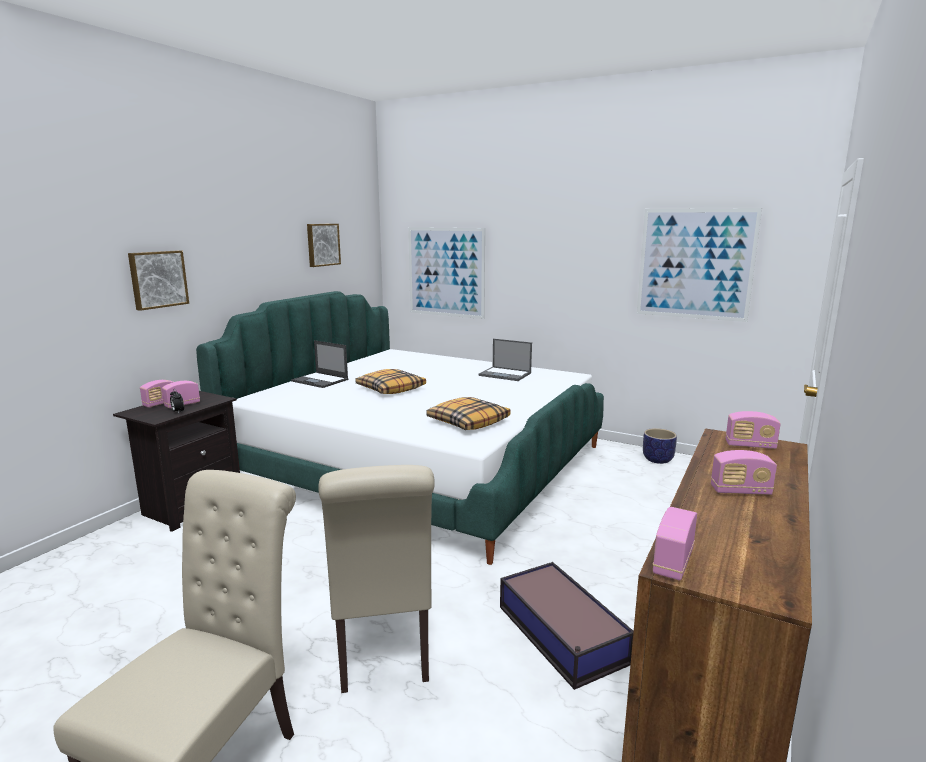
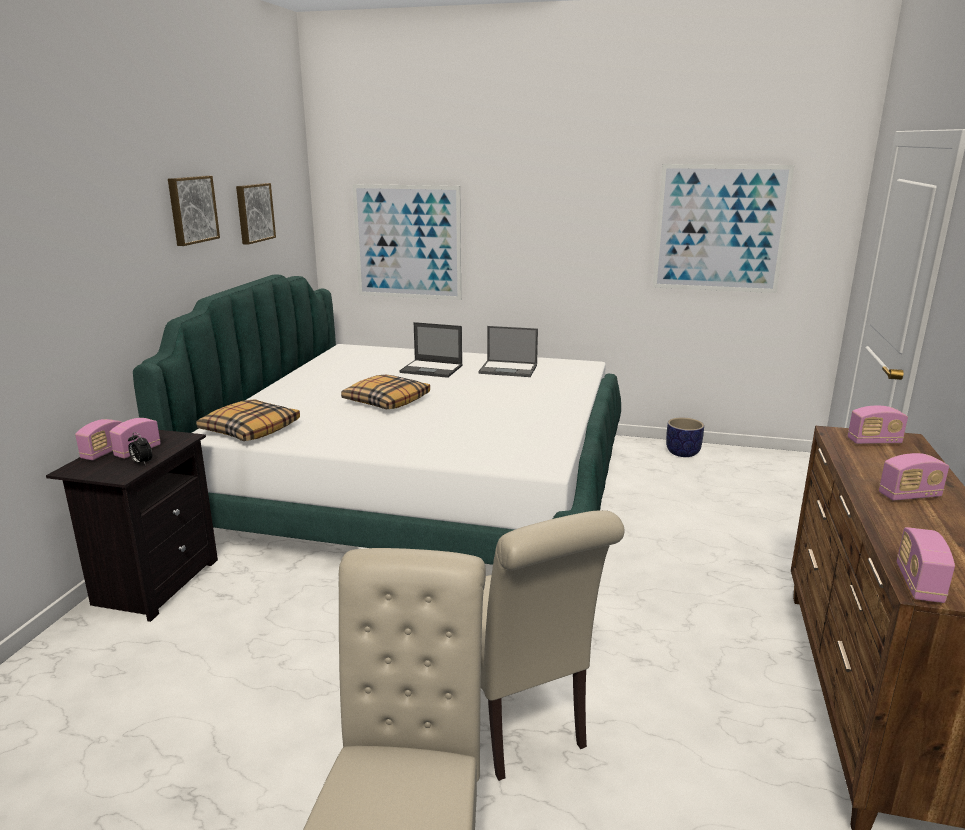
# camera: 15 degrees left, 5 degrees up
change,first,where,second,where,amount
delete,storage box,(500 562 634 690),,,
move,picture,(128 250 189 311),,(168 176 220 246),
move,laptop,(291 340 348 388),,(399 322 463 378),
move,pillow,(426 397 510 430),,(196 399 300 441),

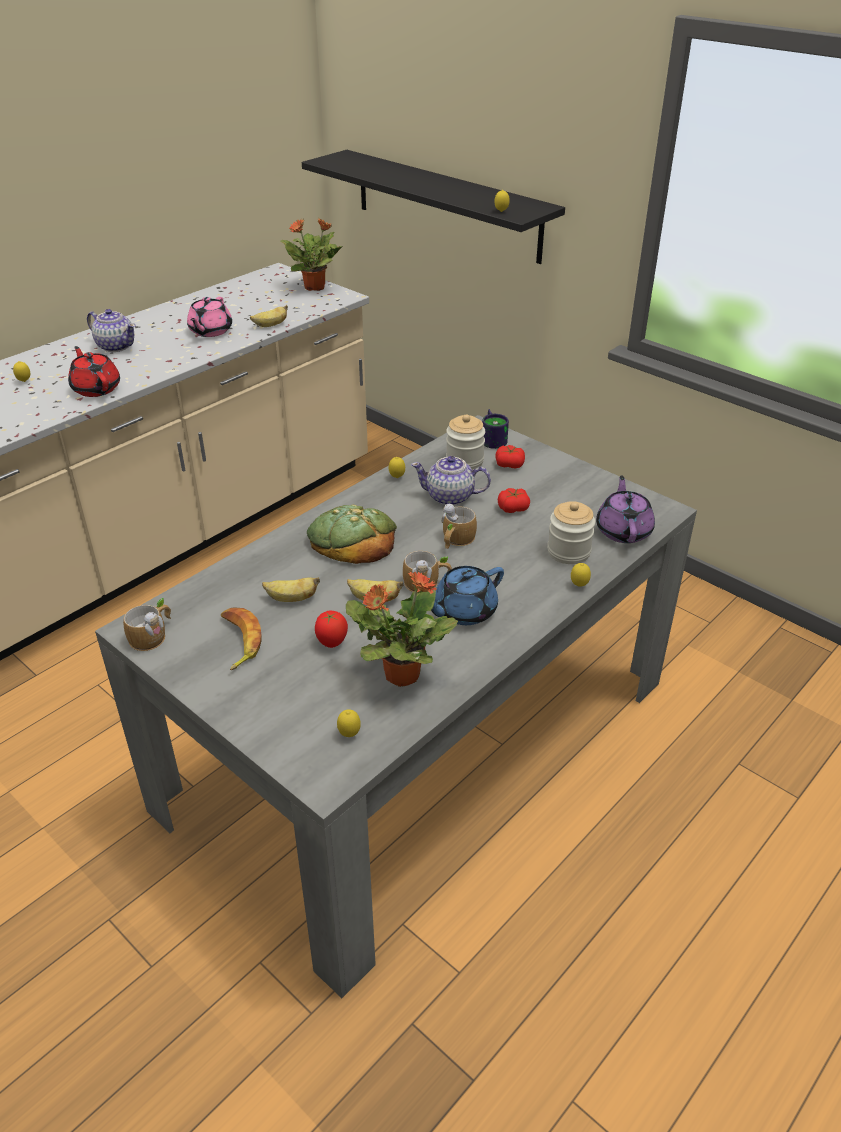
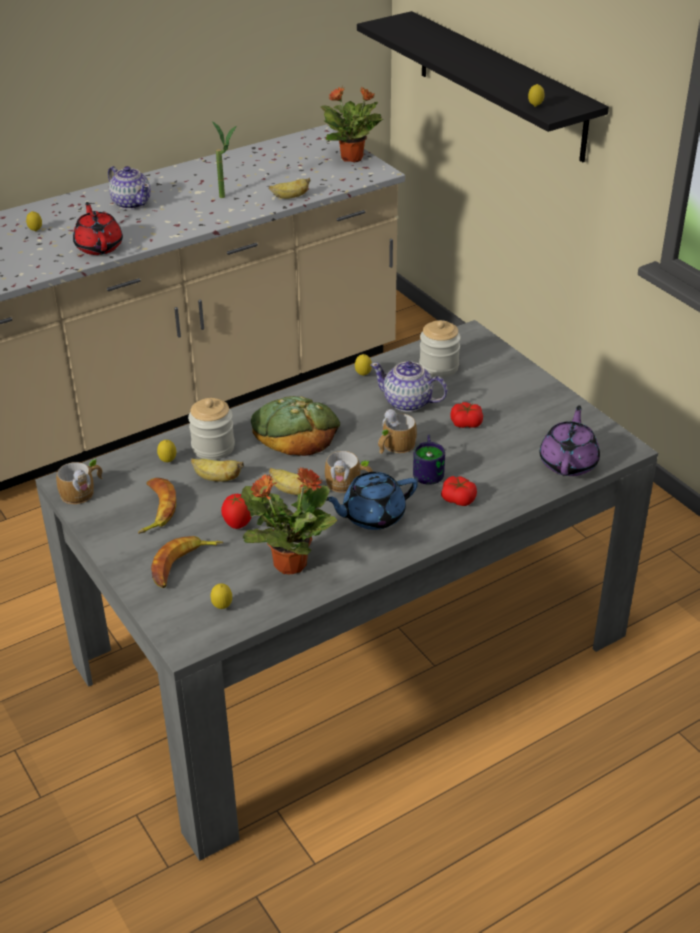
# camera: 15 degrees right, 0 degrees up
change,first,where,second,where,amount
insert,,,banana,(151 536 223 588),
move,mug,(482 409 509 449),,(413 435 445 485),
move,tomato,(495 445 525 468),,(441 476 477 506),
move,jar,(547 501 595 564),,(188 398 235 460),
move,lemon,(571 563 591 586),,(157 440 176 462),
replace,teapot/pink,(187 297 232 337),potted plant,(212 121 236 198),

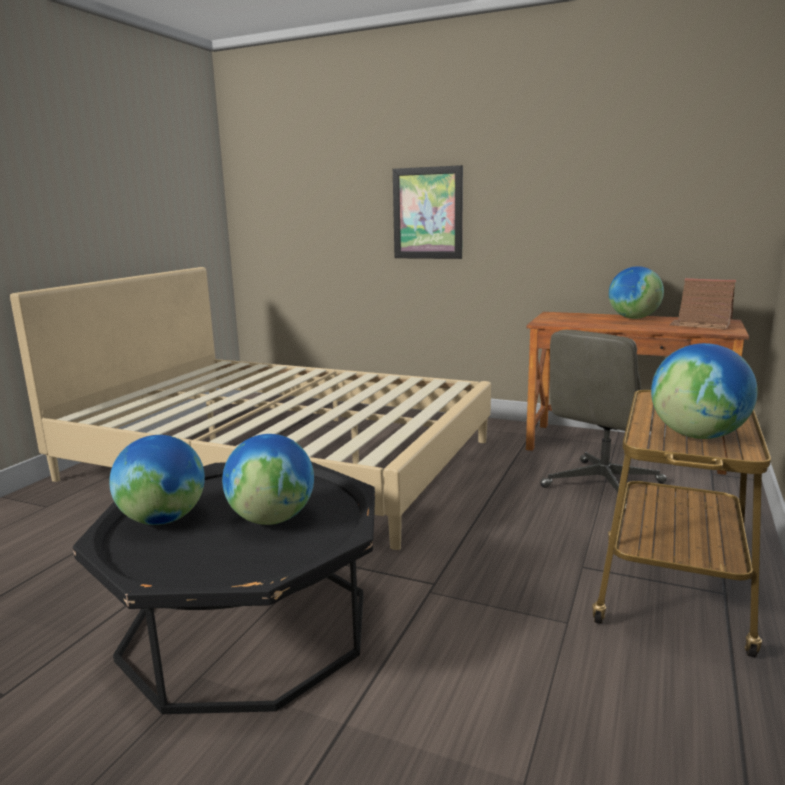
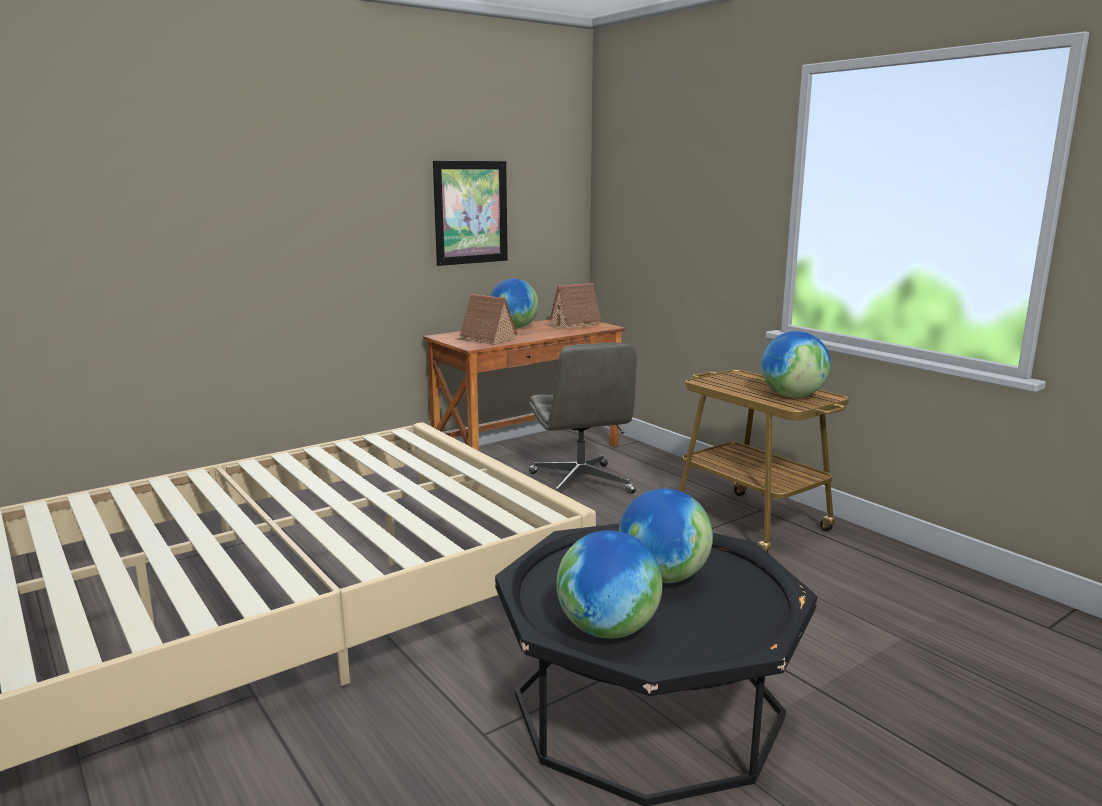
# camera: 60 degrees left, 0 degrees up
change,first,where,second,where,amount
insert,,,toy house,(455 294 517 345),
move,picture,(393 165 463 259),,(433 161 508 266),

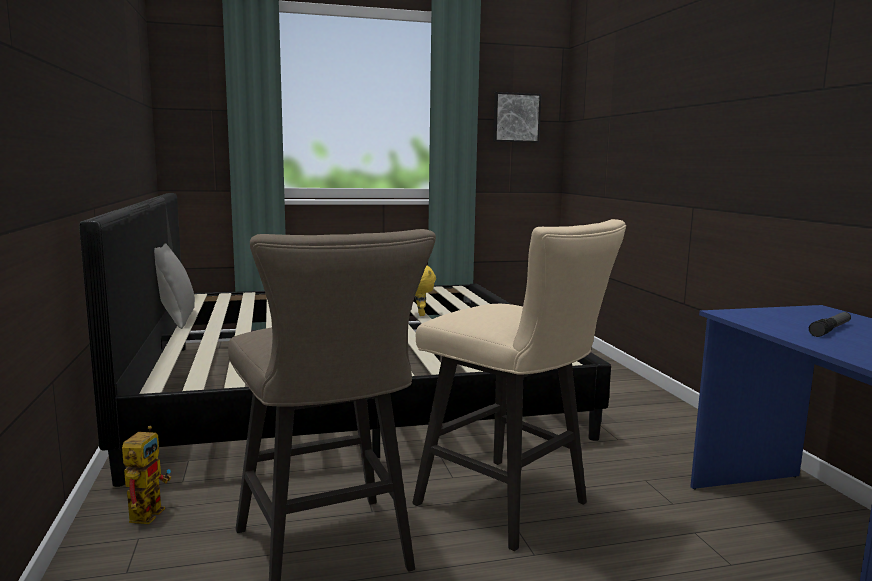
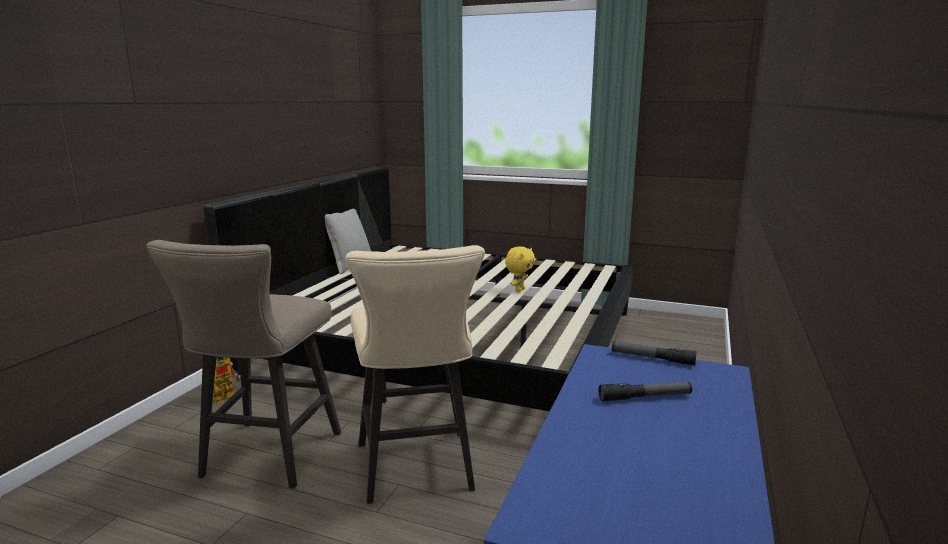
# camera: 35 degrees right, 5 degrees up
change,first,where,second,where,amount
delete,picture,(493 92 542 143),,,
insert,,,flashlight,(612 341 697 366),

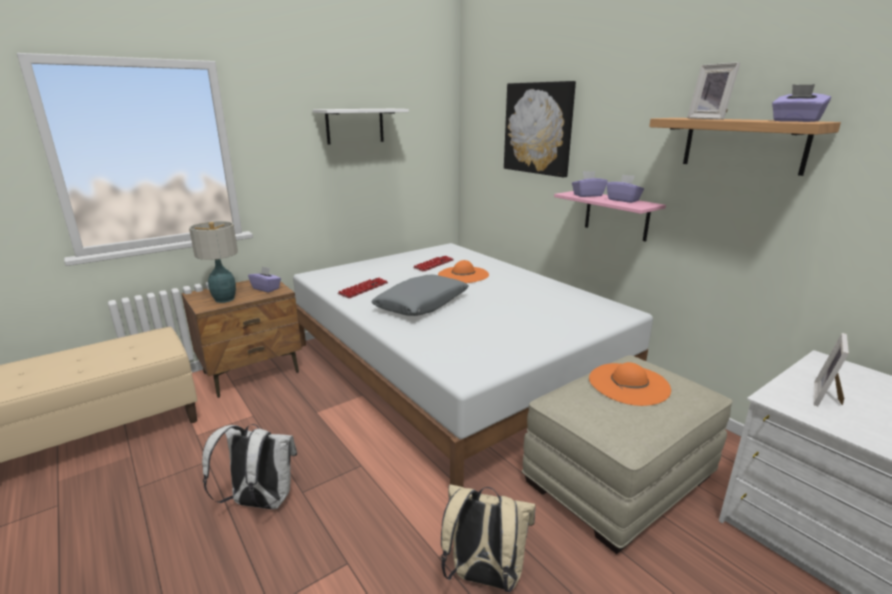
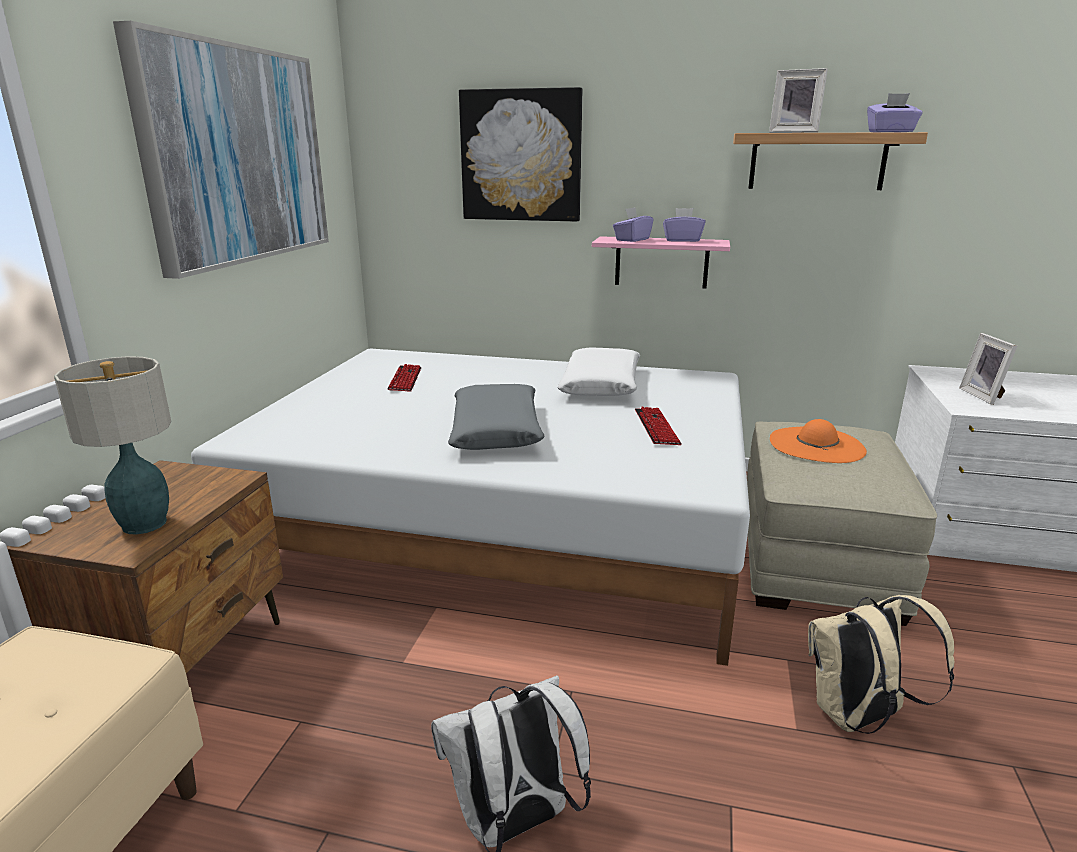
# camera: 40 degrees left, 0 degrees up
change,first,where,second,where,amount
delete,tissue box/purple,(248 266 281 293),,,
delete,hat/orange,(438 260 489 283),,,
insert,,,pillow/white,(557 347 640 396),
move,keyboard,(338 278 388 299),,(635 407 682 445),
replace,shelf/white,(313 109 409 145),picture,(113 21 329 279),

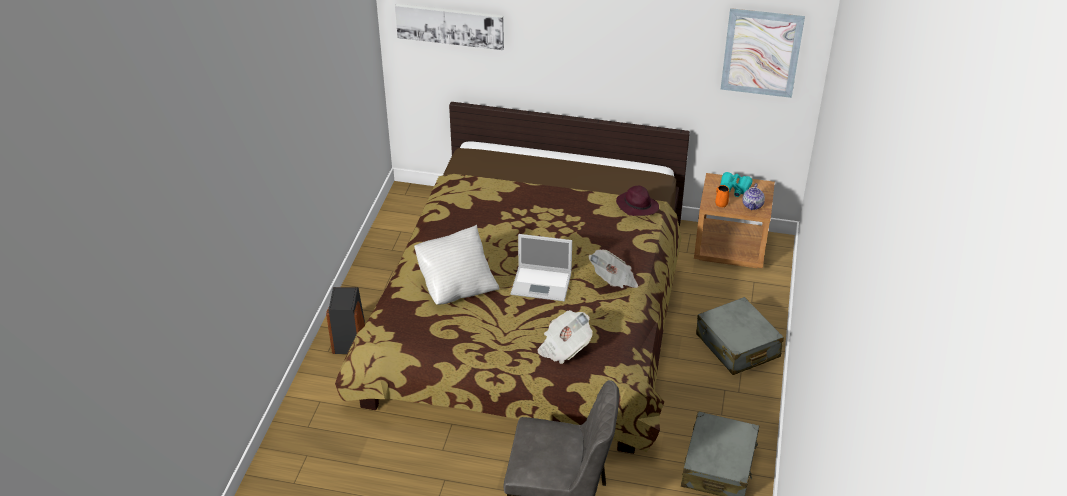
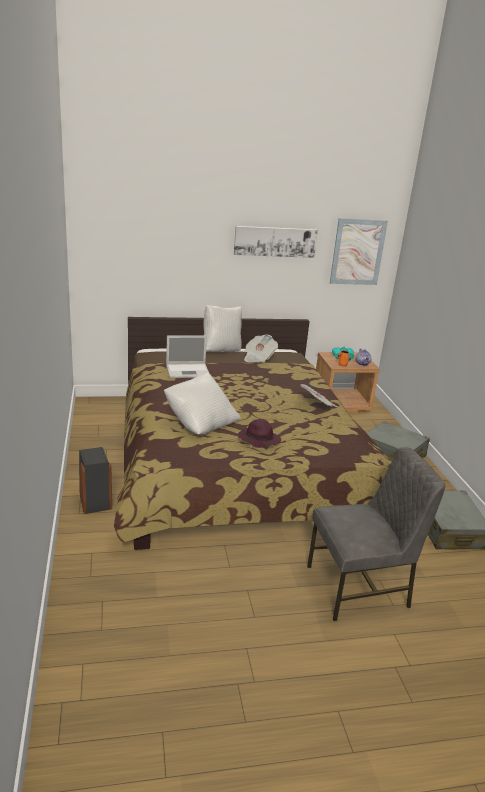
# camera: 25 degrees left, 15 degrees down
change,first,where,second,where,amount
insert,,,pillow/white,(203 305 242 352),
move,picture,(395 4 504 50),,(234 226 318 258),
move,laptop,(511 234 572 301),,(166 335 209 378),
move,newspaper,(537 310 592 364),,(244 335 278 363),
move,hat/purple,(616 186 659 216),,(238 419 281 448),

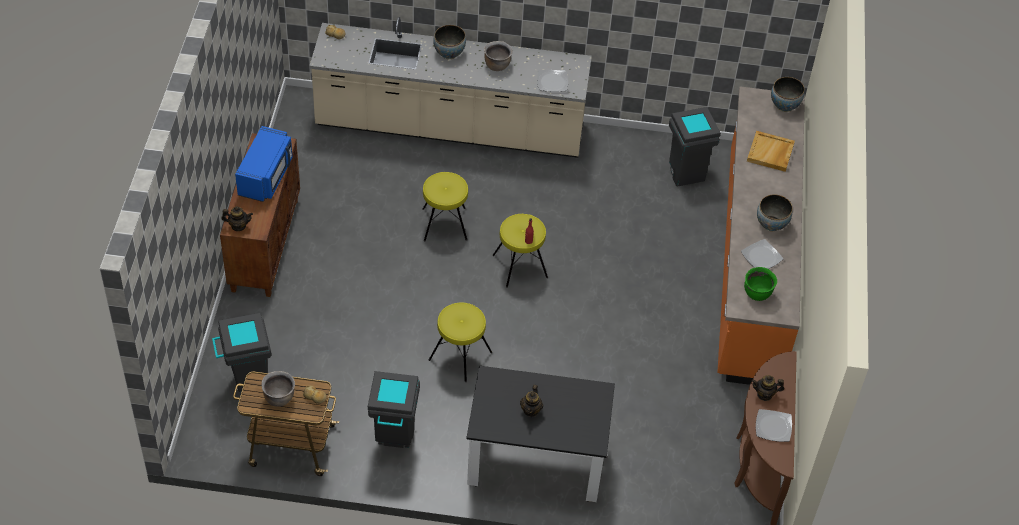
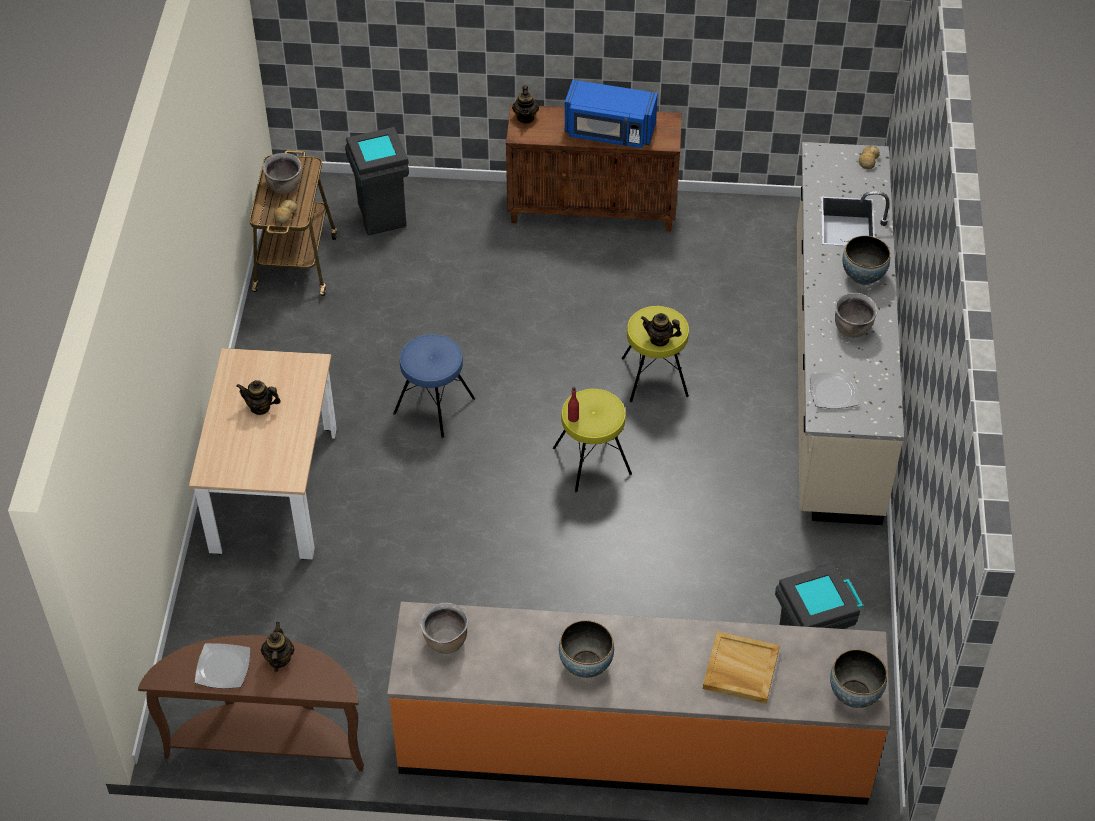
# camera: 90 degrees right, 0 degrees up
change,first,where,second,where,amount
delete,trash can/grey,(368 371 420 448),,,
delete,plate,(741 239 784 269),,,
insert,,,teapot,(641 313 682 347),
recolor,stool/yellow,(429 302 492 382),stool/blue,(393 334 475 438),
recolor,dining table/black,(466 366 615 502),dining table/beige,(189 348 337 560),
recolor,cooking pot/green,(744 267 777 301),cooking pot/brown,(420 603 468 654),

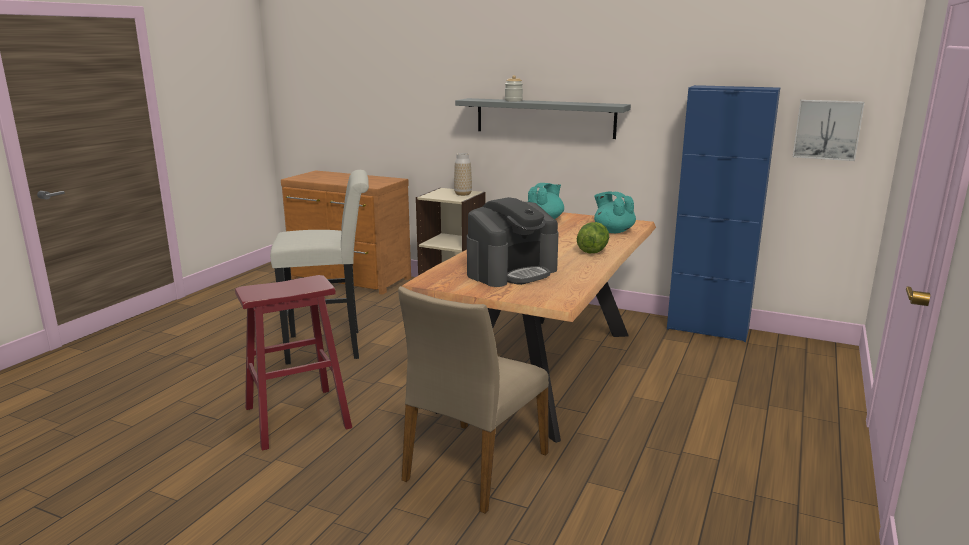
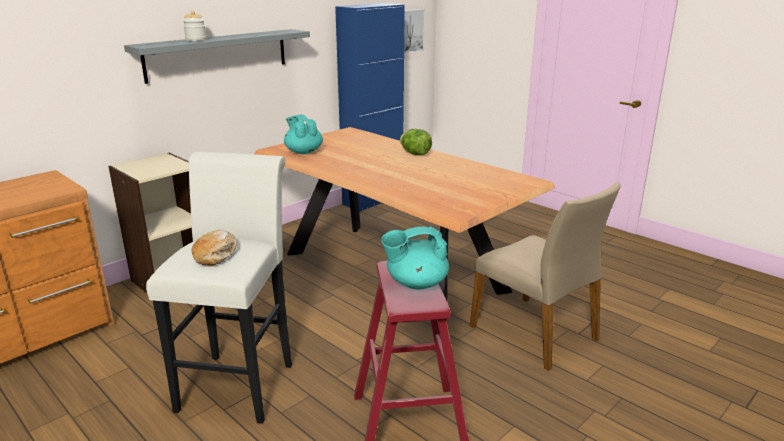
# camera: 70 degrees left, 5 degrees up
change,first,where,second,where,amount
delete,vase,(454 153 472 196),,,
delete,coffee machine,(467 197 559 287),,,
insert,,,bread,(192 230 237 266),
move,teapot/turquoise,(594 192 636 233),,(381 226 449 290),

